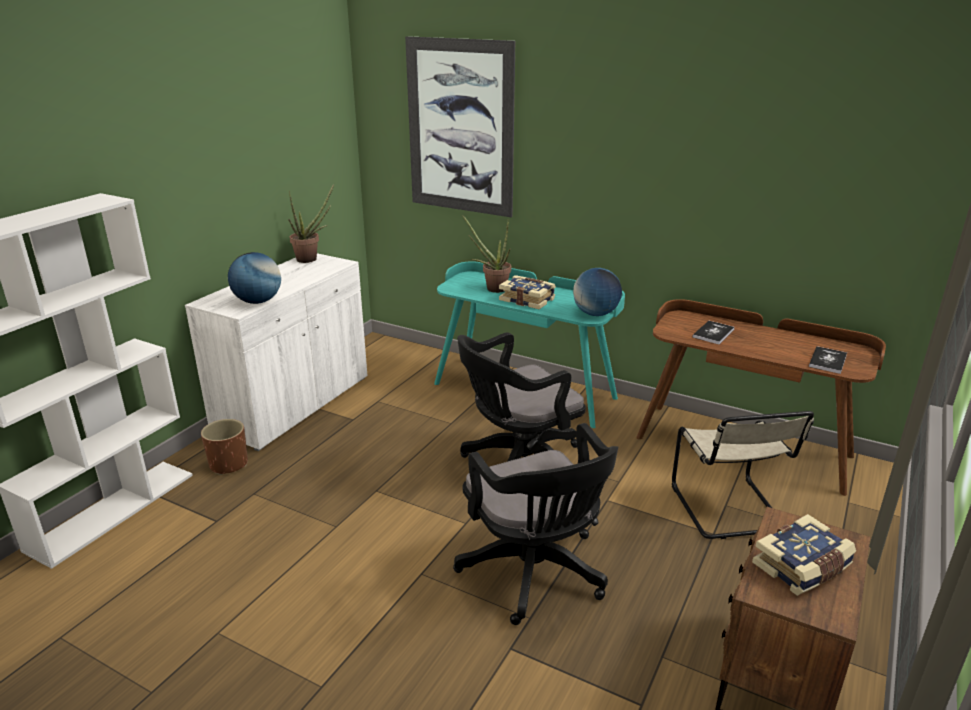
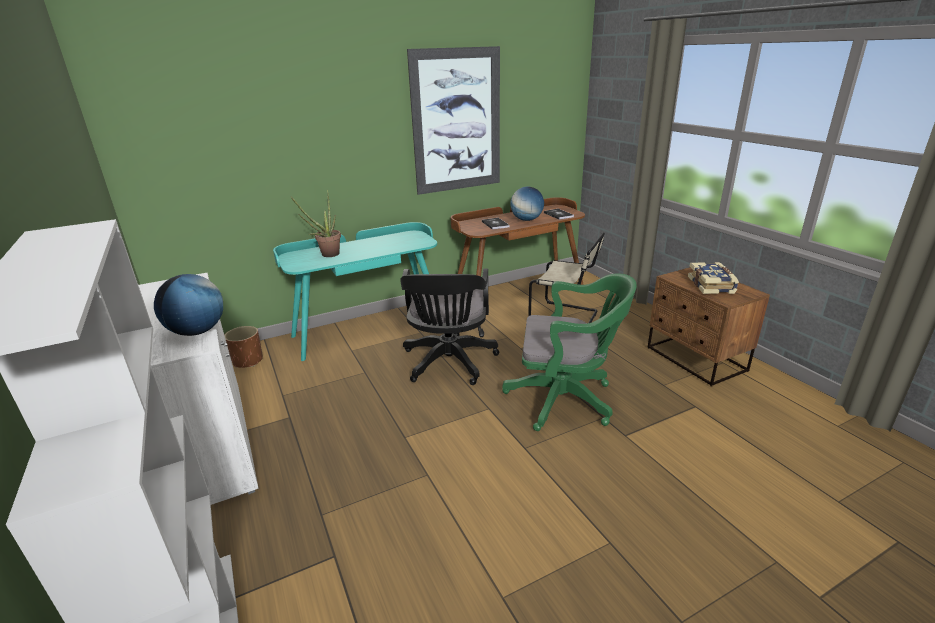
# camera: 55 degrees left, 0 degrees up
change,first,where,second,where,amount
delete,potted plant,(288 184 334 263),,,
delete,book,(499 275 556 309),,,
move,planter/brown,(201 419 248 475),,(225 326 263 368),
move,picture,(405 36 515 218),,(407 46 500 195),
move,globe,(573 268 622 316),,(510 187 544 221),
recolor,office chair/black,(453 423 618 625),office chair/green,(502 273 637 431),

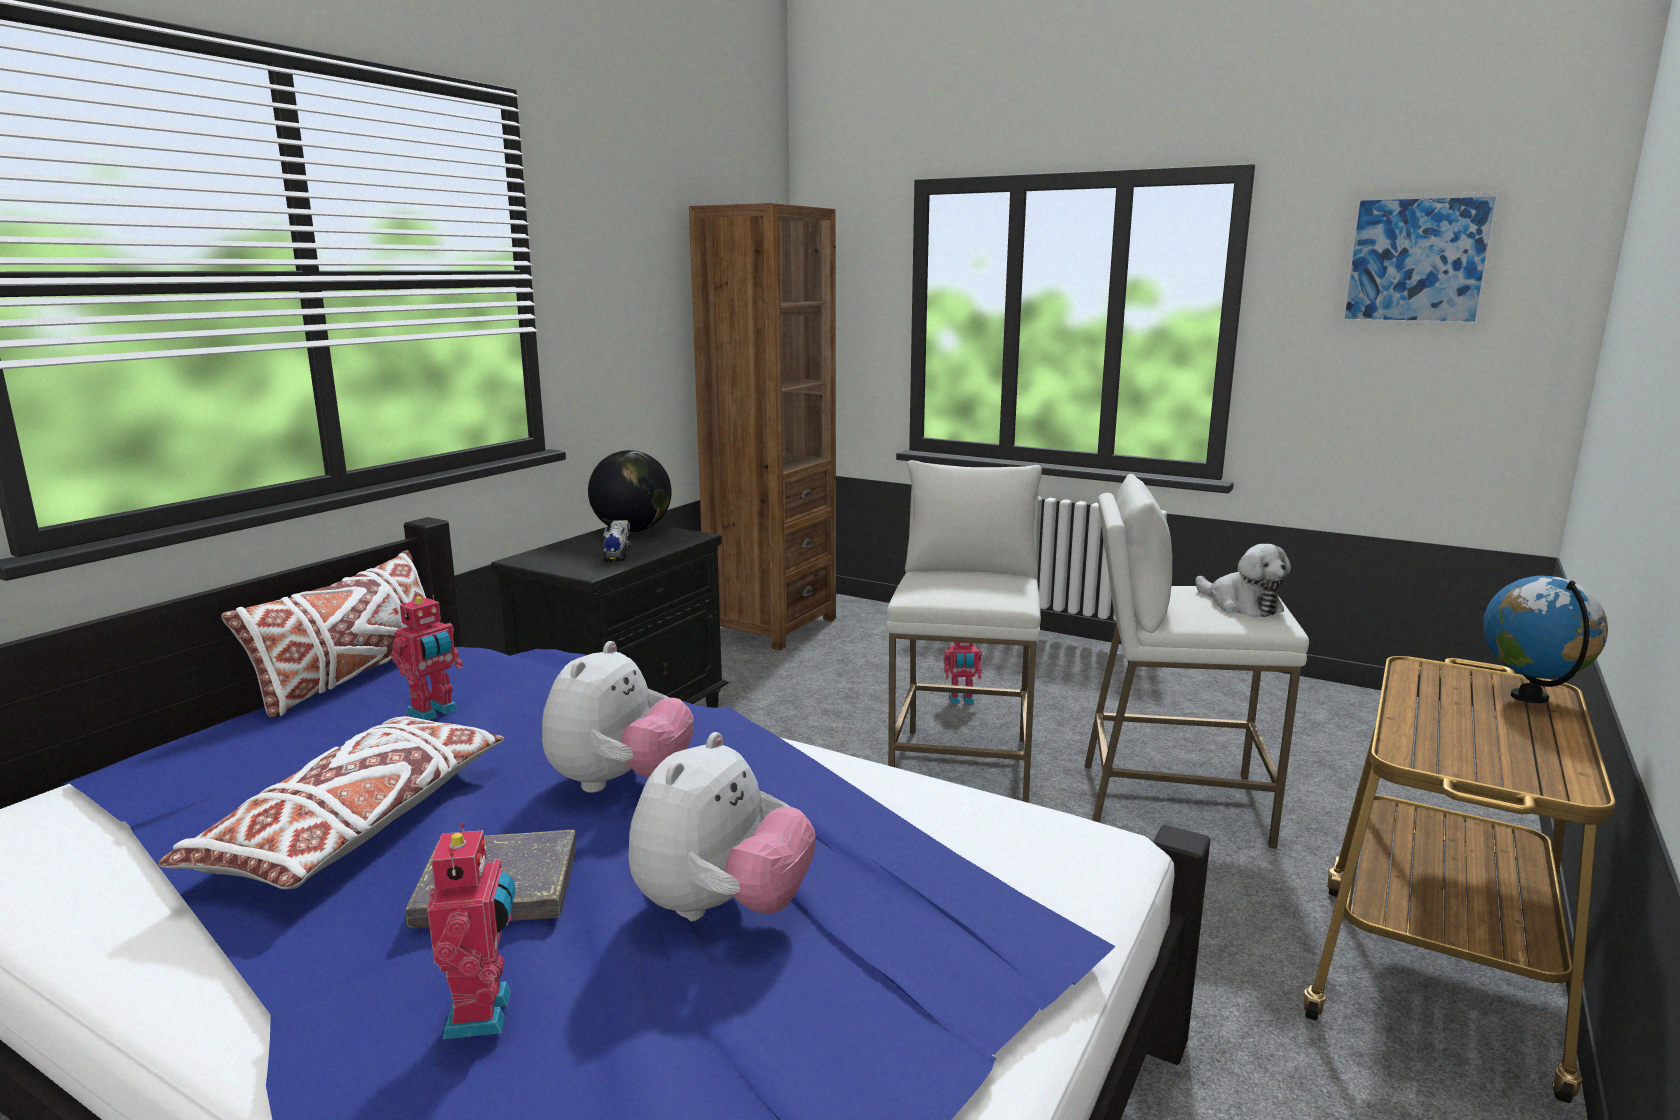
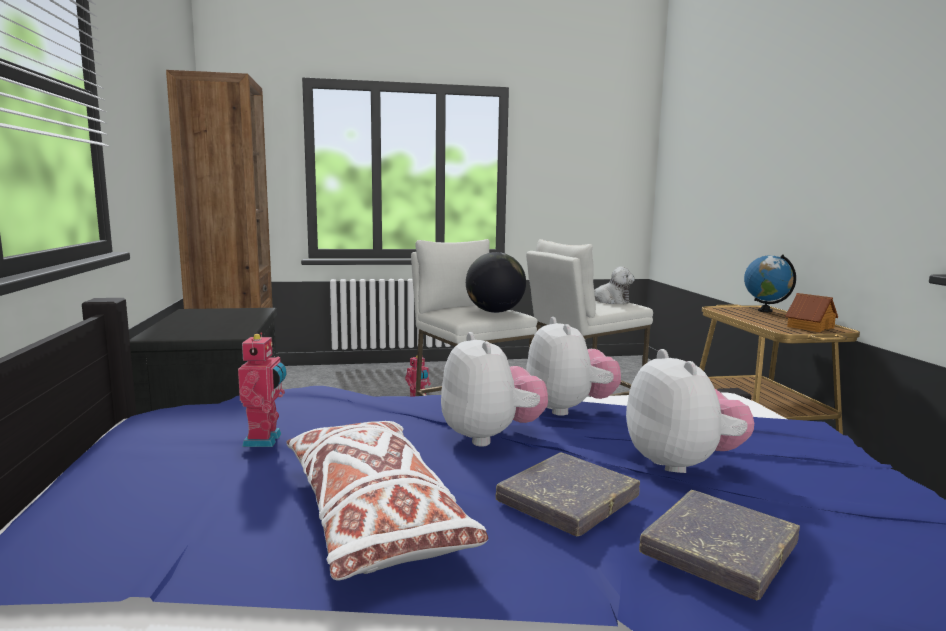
# camera: 40 degrees left, 5 degrees down
change,first,where,second,where,amount
delete,pillow/white,(221 550 426 718),,,
delete,toy truck,(603 520 631 561),,,
delete,picture,(1339 192 1502 326),,,
insert,,,plush toy,(526 317 621 416),
insert,,,toy house,(785 293 838 332),
move,globe,(588 450 672 532),,(466 252 526 313),
replace,toy robot,(427 823 516 1039),book/grey,(639 490 800 600),

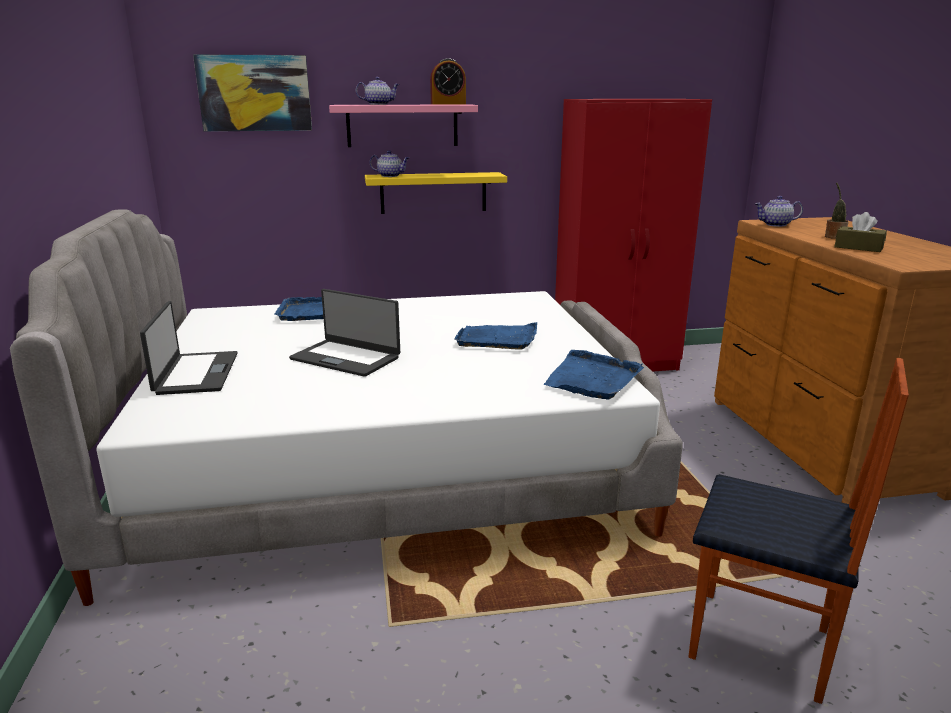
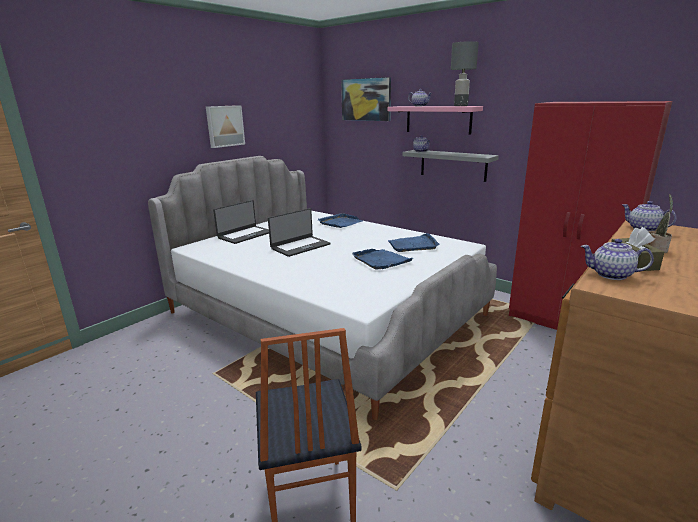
# camera: 50 degrees right, 0 degrees up
change,first,where,second,where,amount
insert,,,picture,(206 105 245 148),
insert,,,teapot,(581 239 654 280),
move,tray/blue,(543 350 644 400),,(388 233 440 252),
replace,alarm clock,(430 58 466 105),table lamp/grey,(451 41 479 106),
recolor,shelf/yellow,(365 172 507 214),shelf/grey,(403 150 499 182),
rotate,laptop,(289 289 400 377),,(268 208 331 257),120 degrees counterclockwise

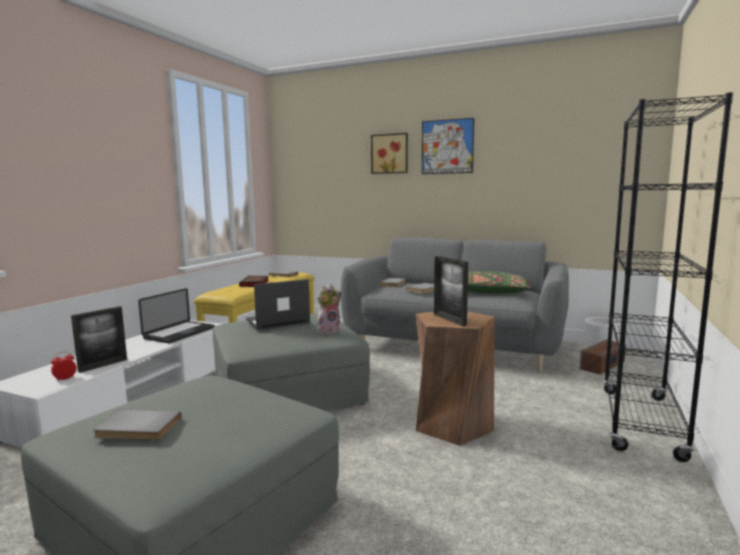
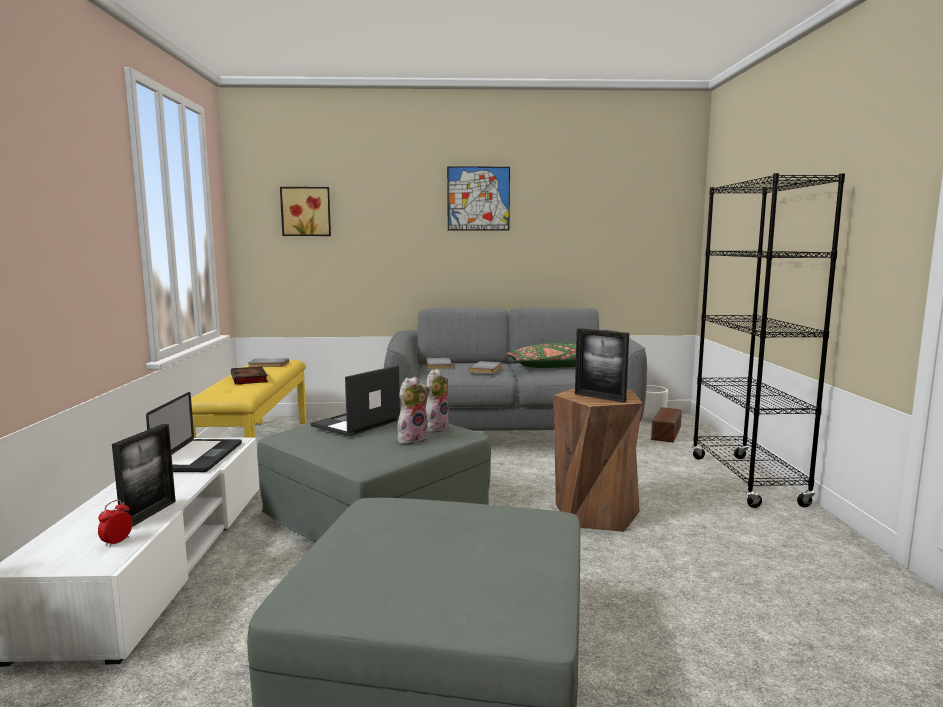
# camera: 25 degrees left, 0 degrees up
change,first,where,second,where,amount
delete,book/grey,(93 410 181 440),,,
insert,,,plush toy,(397 377 430 444),
move,picture,(371 133 408 174),,(280 187 331 236),

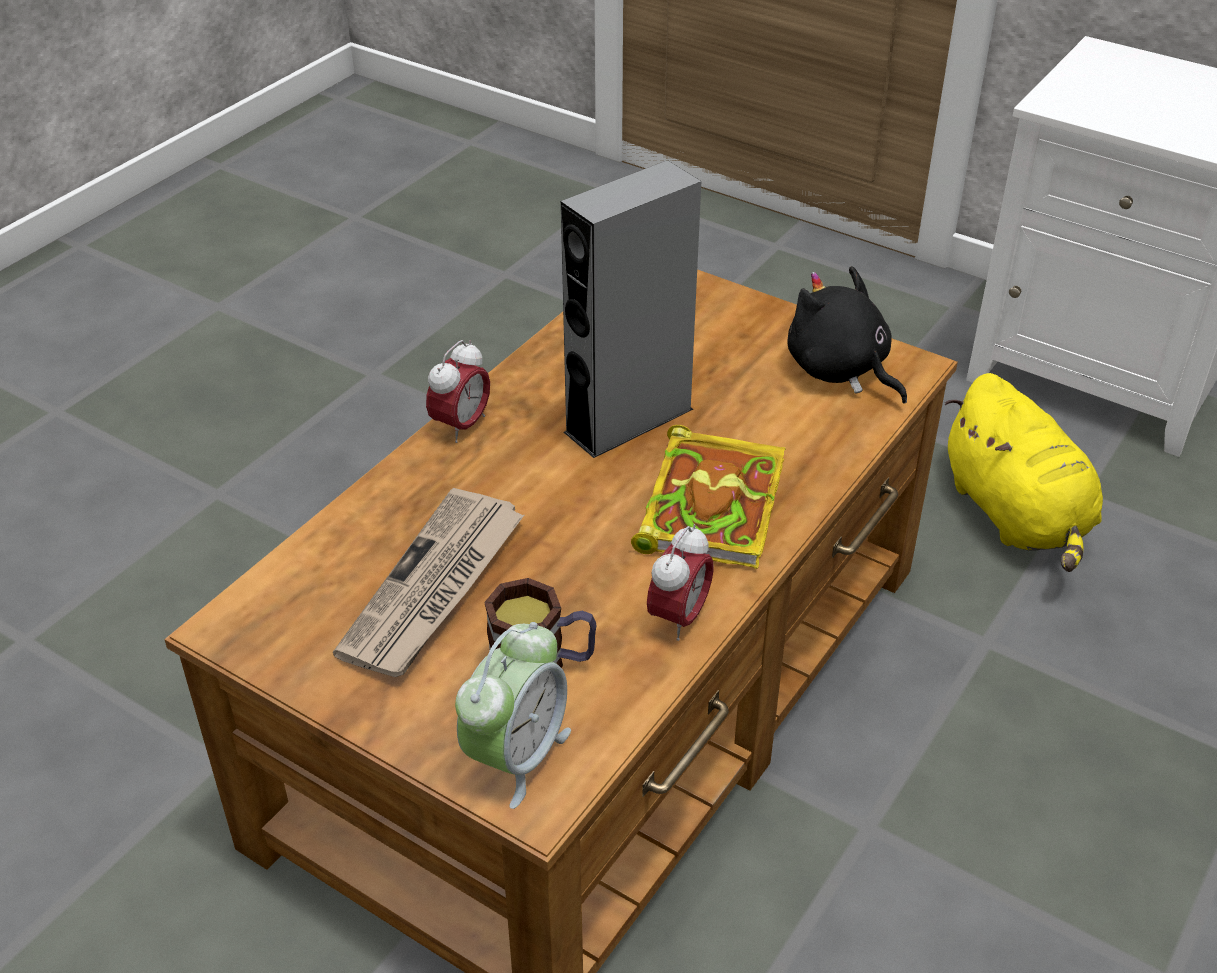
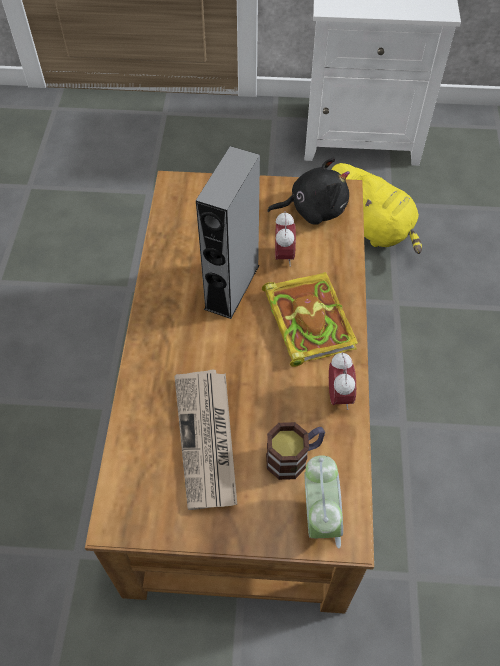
# camera: 30 degrees left, 15 degrees up
change,first,where,second,where,amount
move,alarm clock,(426 340 490 443),,(275 211 296 267),
rotate,plush toy/black,(787 266 907 403),,(267 158 350 225),150 degrees clockwise

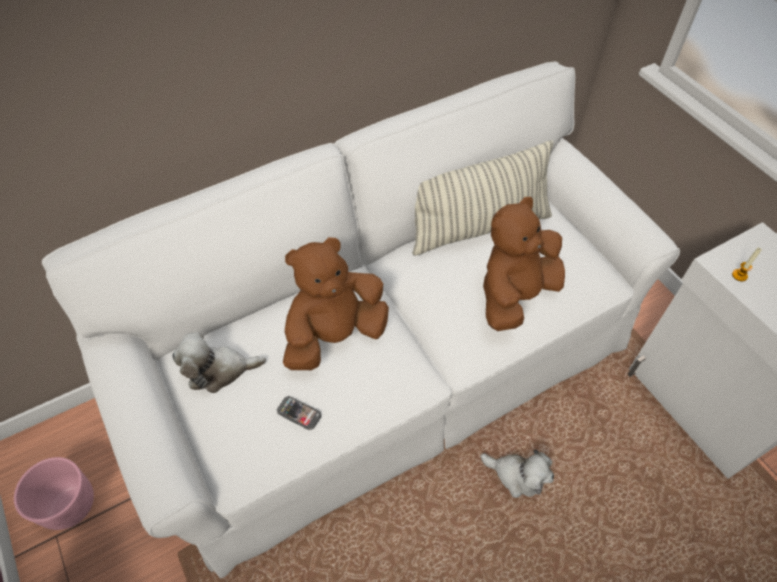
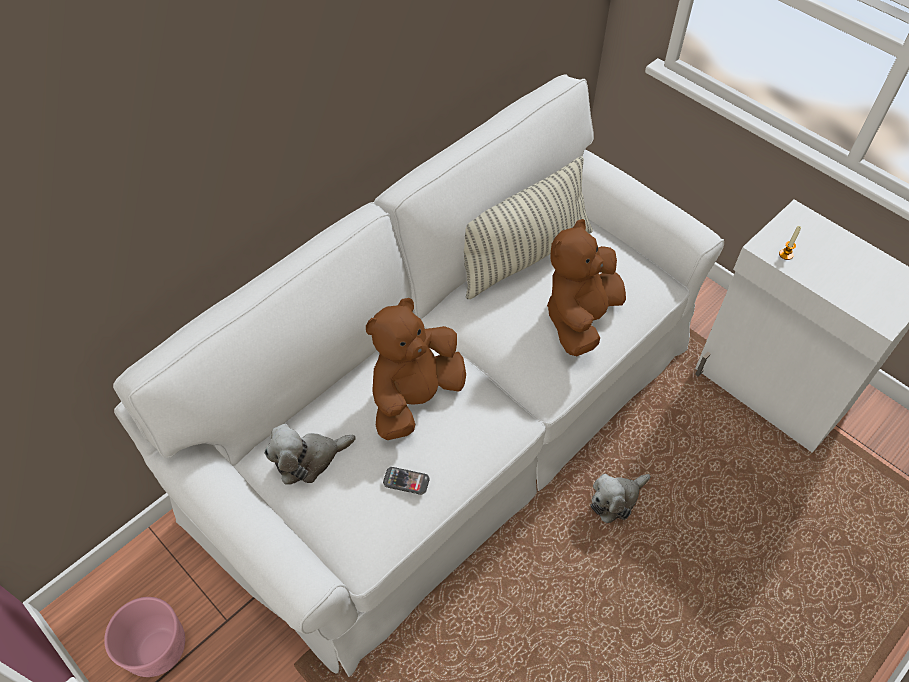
# camera: 15 degrees left, 0 degrees up
change,first,where,second,where,amount
rotate,plush toy,(480 450 554 498),,(590 474 651 523),135 degrees clockwise

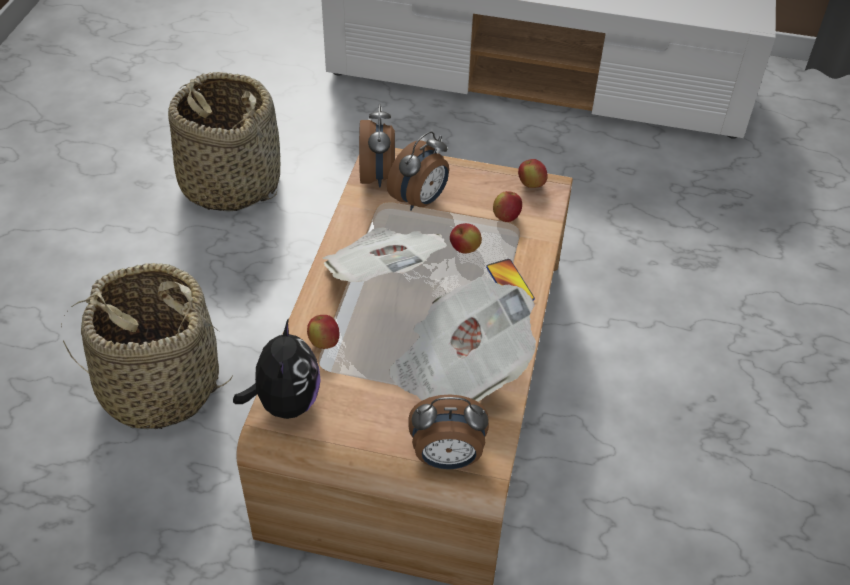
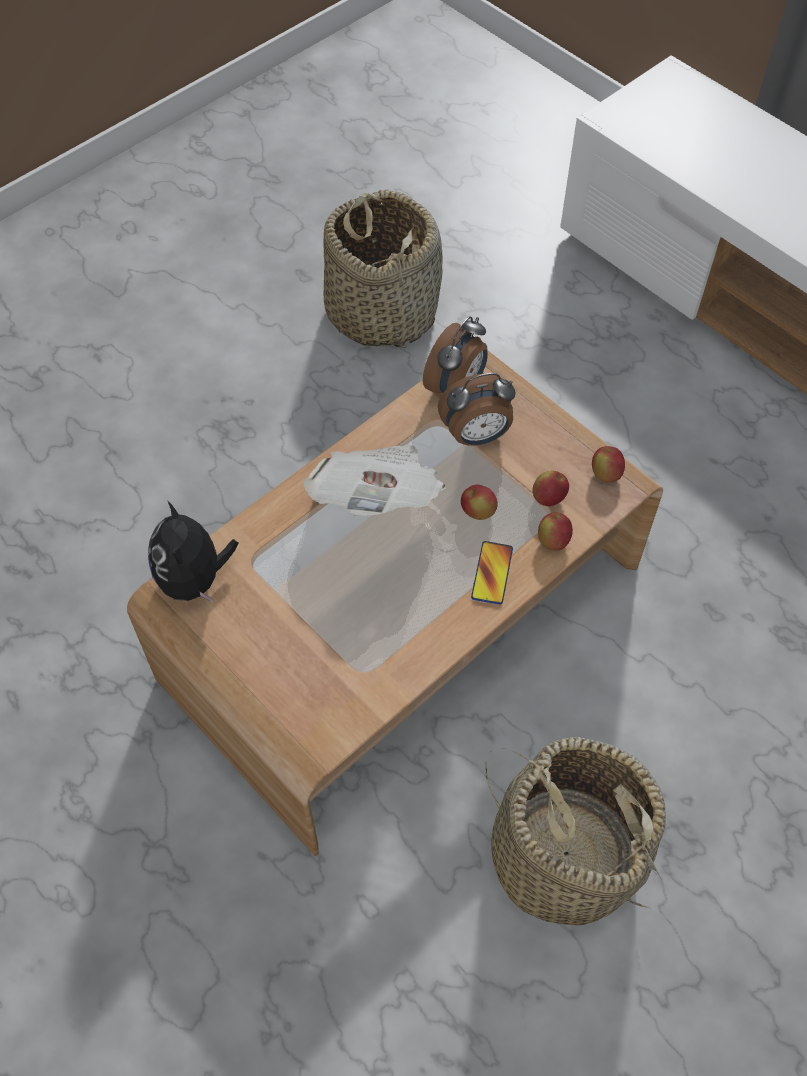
# camera: 35 degrees right, 10 degrees up
change,first,where,second,where,amount
delete,newspaper,(389 277 536 402),,,
delete,alarm clock,(408 395 489 469),,,
move,basket,(61 263 233 429),,(485 737 666 925),
move,apple,(307 315 340 349),,(538 512 573 550),
rotate,plush toy,(233 318 321 419),,(148 501 238 603),135 degrees clockwise

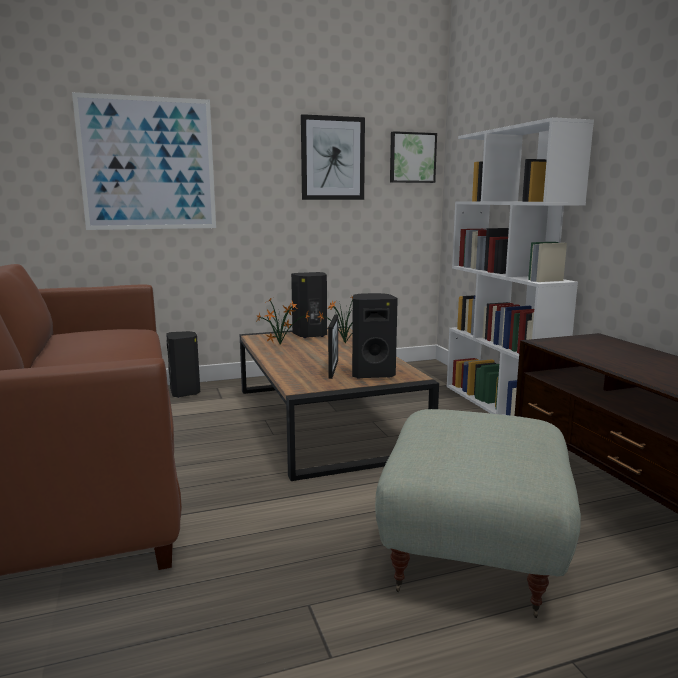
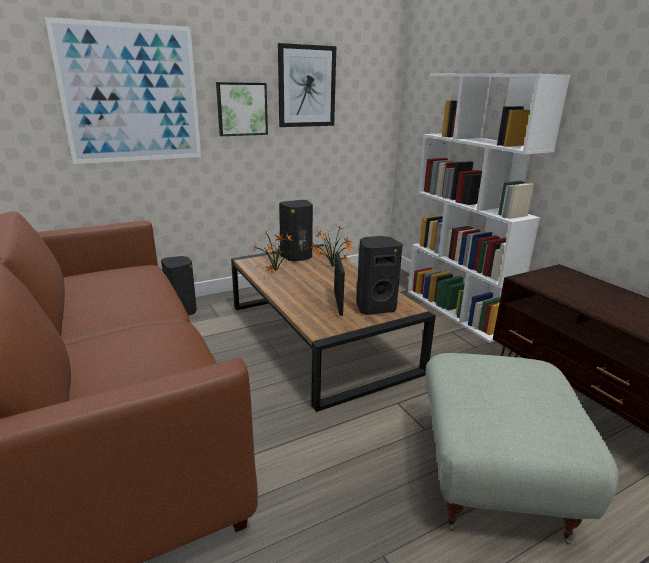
# camera: 10 degrees left, 10 degrees up
change,first,where,second,where,amount
move,picture,(390 131 437 183),,(216 82 268 136),

